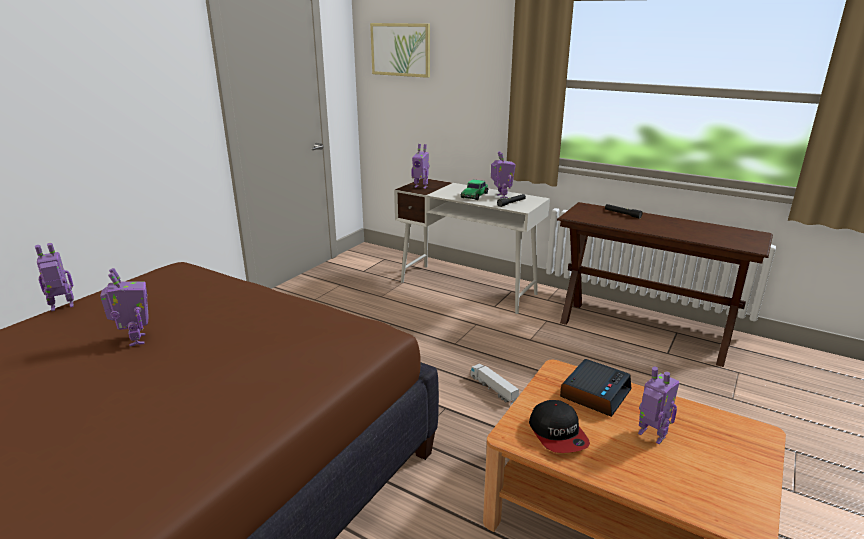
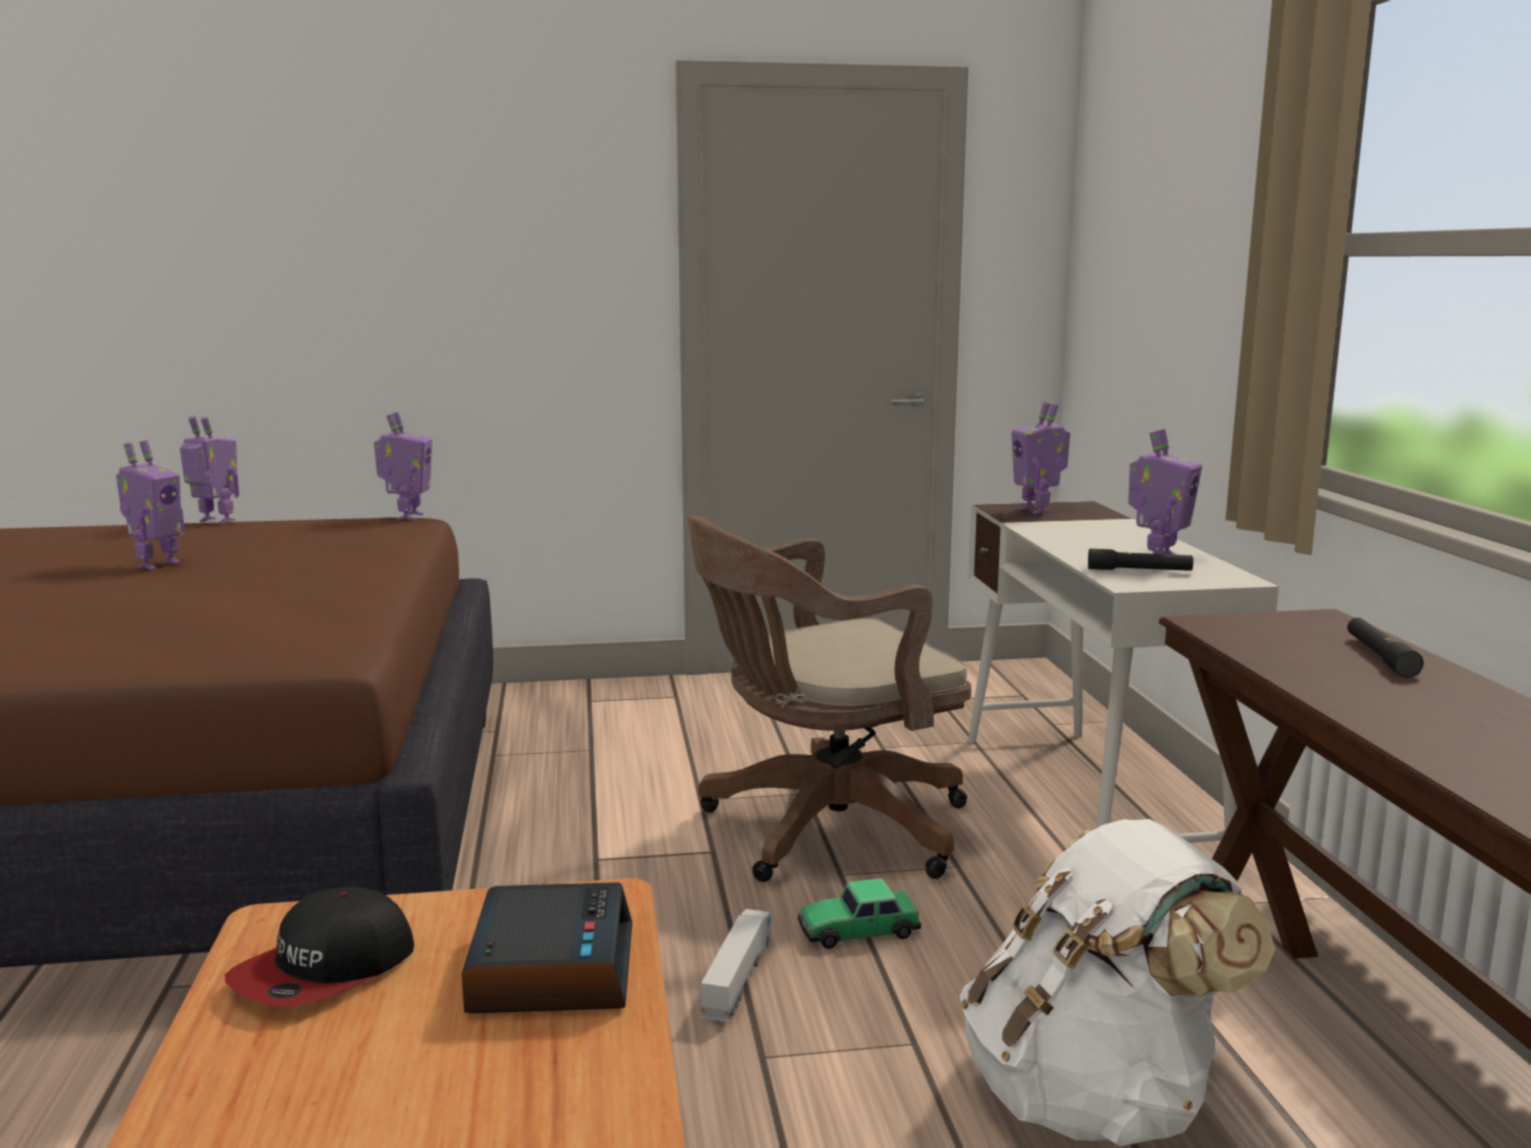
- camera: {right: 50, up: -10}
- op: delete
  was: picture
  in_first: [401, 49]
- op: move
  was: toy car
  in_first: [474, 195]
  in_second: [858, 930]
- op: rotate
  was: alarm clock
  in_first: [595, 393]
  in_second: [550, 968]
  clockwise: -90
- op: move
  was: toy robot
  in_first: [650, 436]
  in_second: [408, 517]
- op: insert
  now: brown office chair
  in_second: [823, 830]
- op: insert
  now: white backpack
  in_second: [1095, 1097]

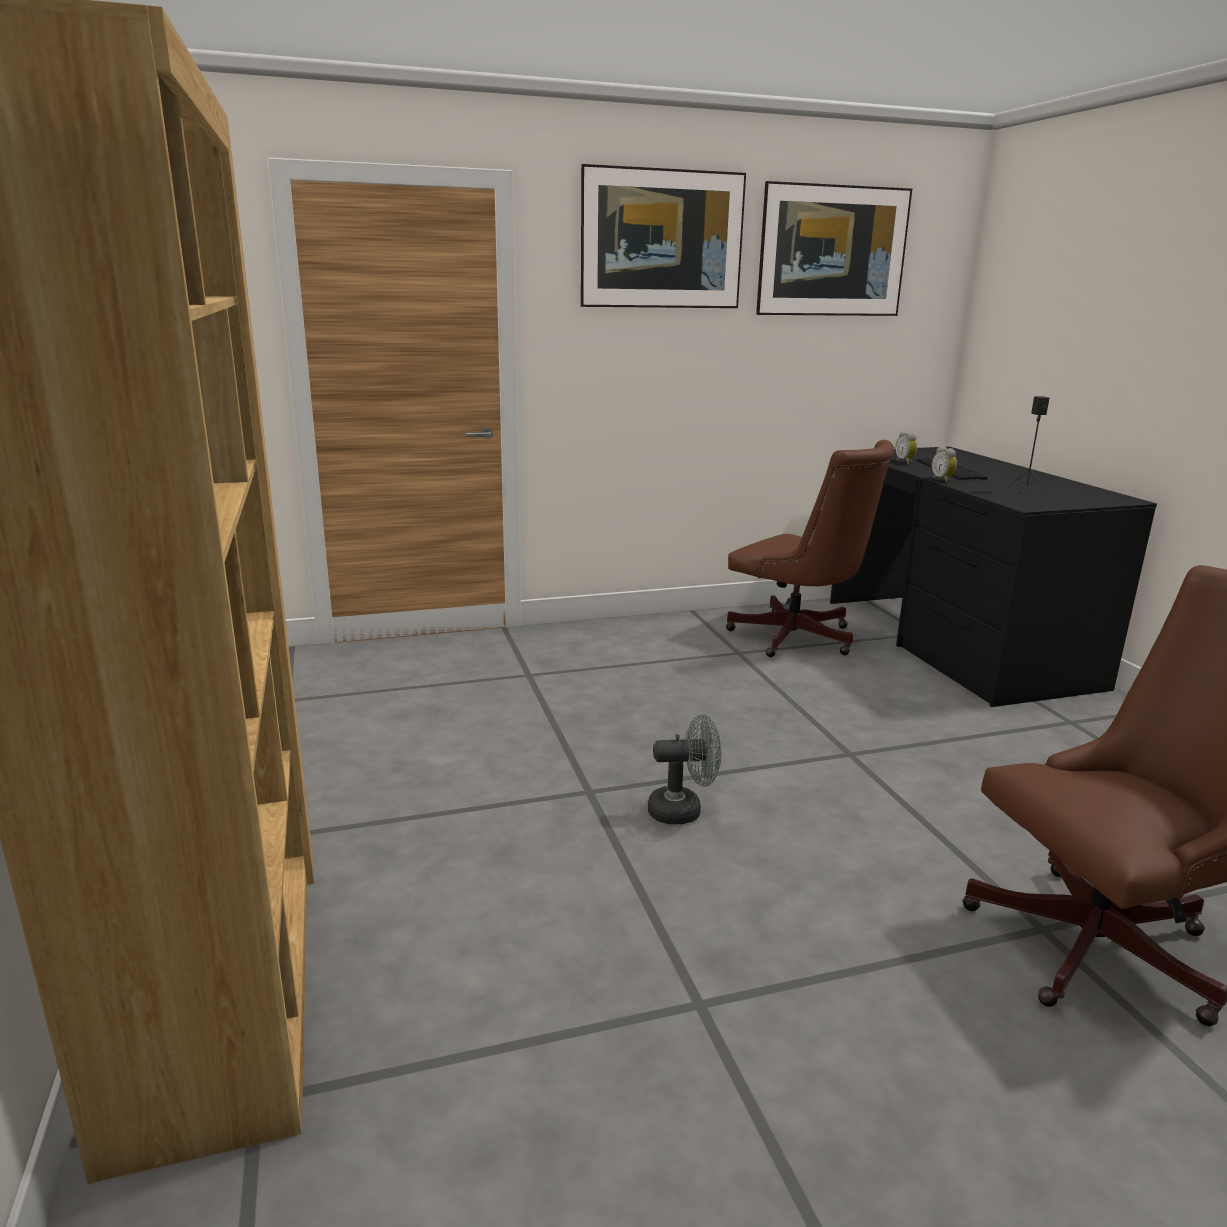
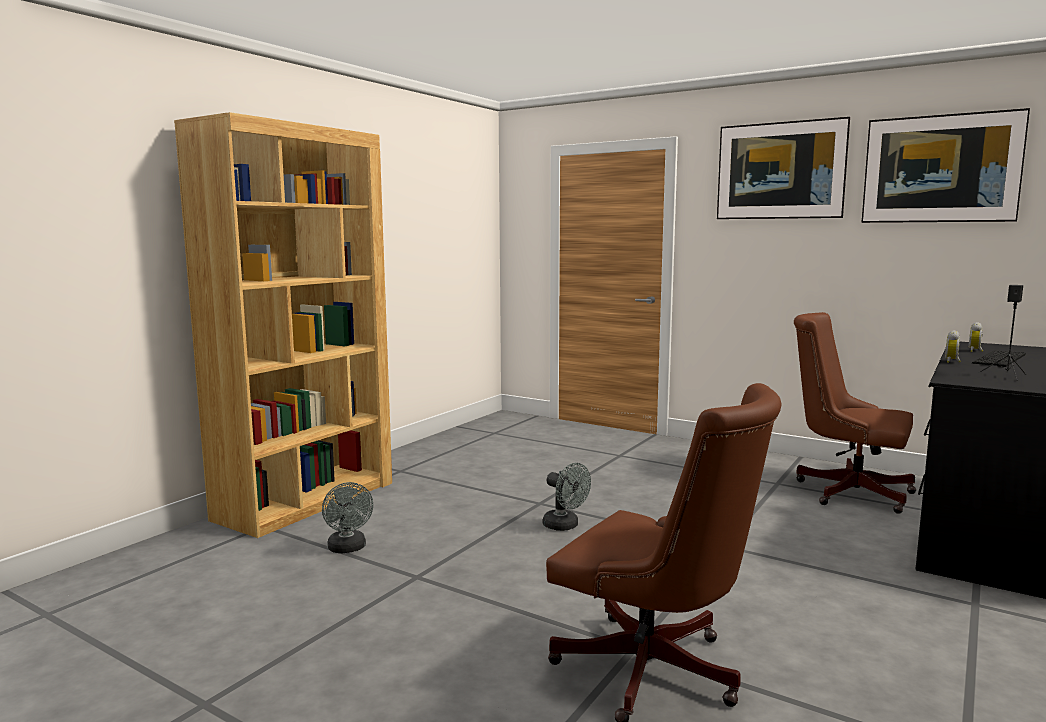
- camera: {right: 50, up: -10}
- op: rotate
  was: brown office chair
  in_first: [799, 639]
  in_second: [846, 491]
  clockwise: 120
- op: insert
  now: grey fan
  in_second: [348, 549]

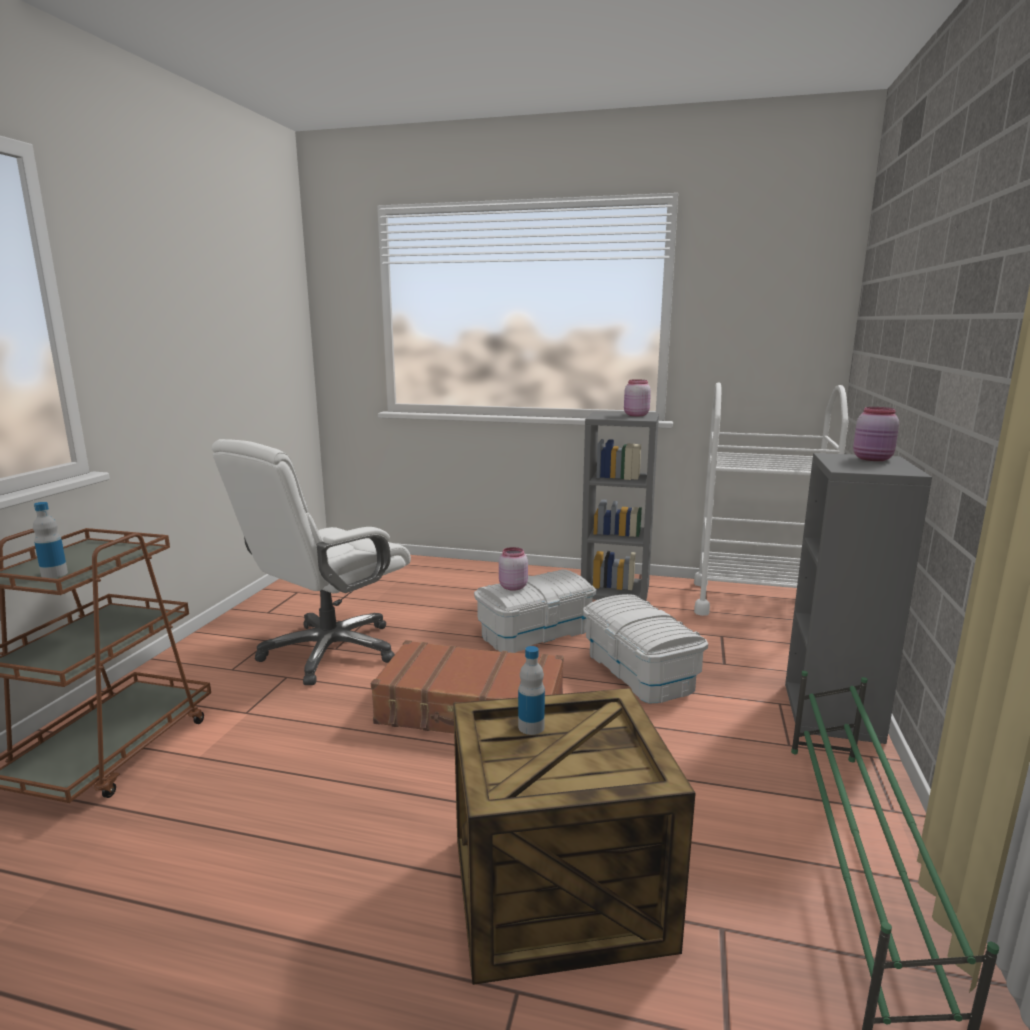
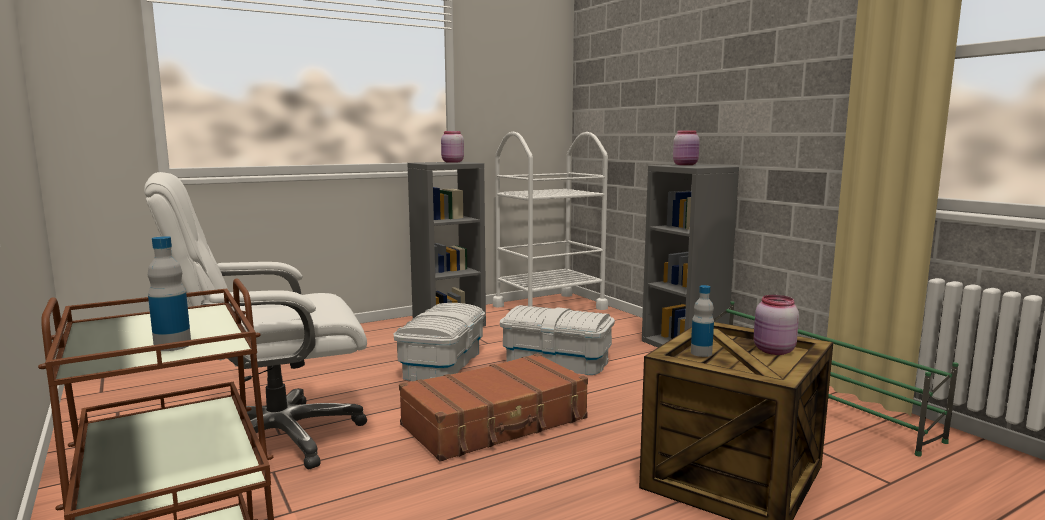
- camera: {right: -45, up: -5}
- op: rotate
  was: white office chair
  in_first: [329, 651]
  in_second: [277, 438]
  clockwise: 75
- op: move
  was: pink jar
  in_first: [512, 587]
  in_second: [773, 351]

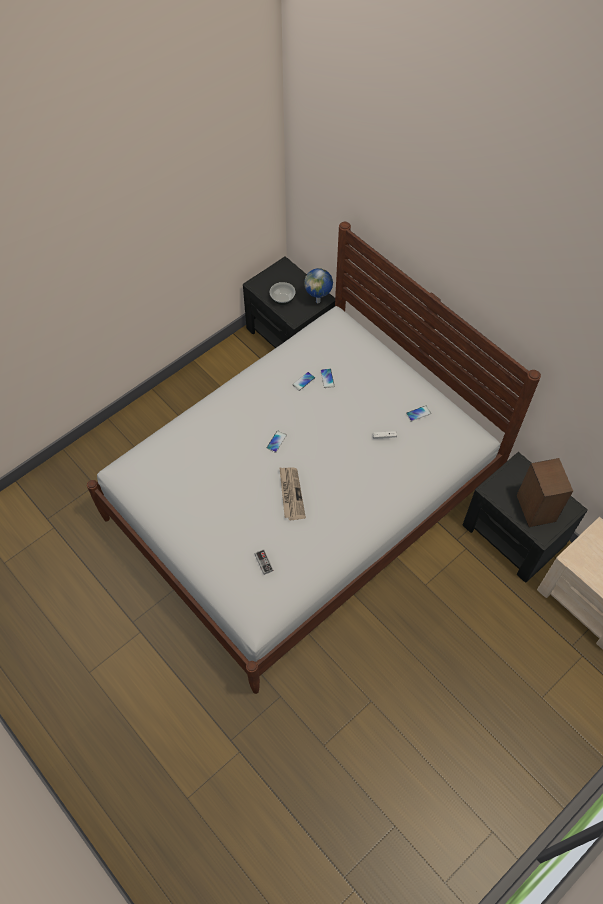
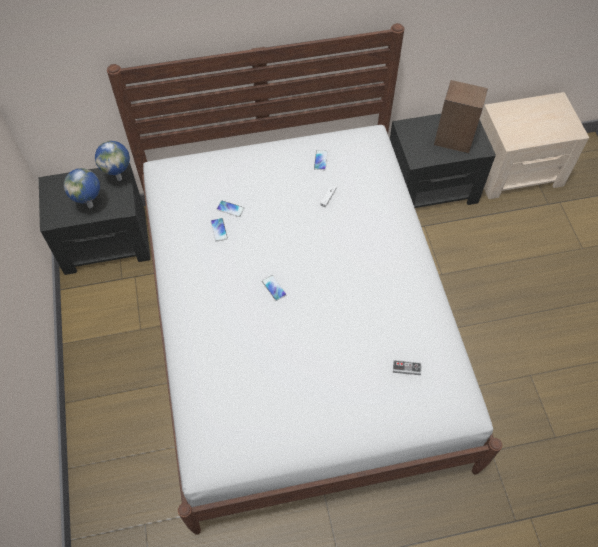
- camera: {right: -60, up: 0}
- op: replace
  was: bowl
  now: globe
  in_first: [282, 299]
  in_second: [91, 206]
- op: delete
  was: newspaper
  in_first: [291, 494]

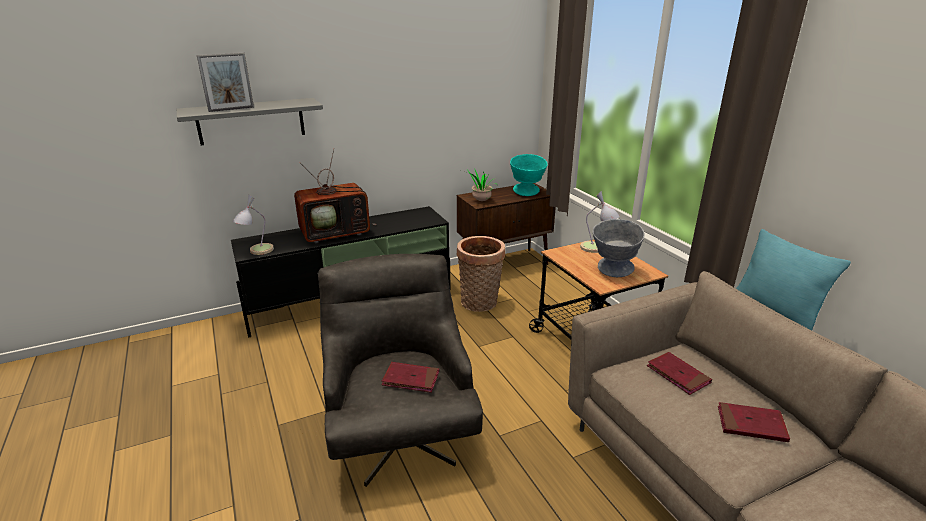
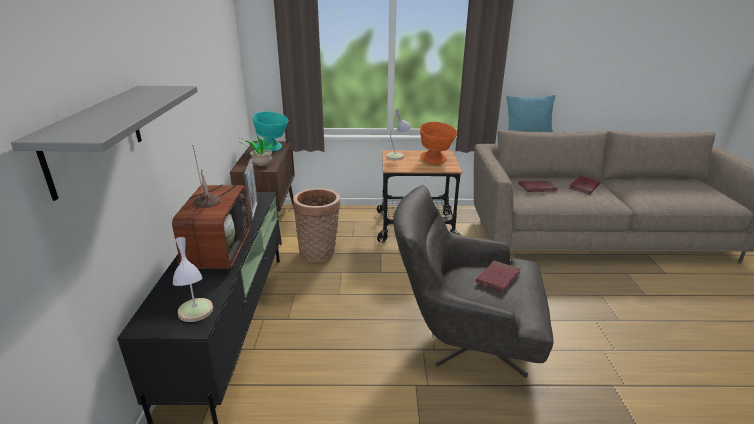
- camera: {right: -65, up: 0}
- op: move
  was: picture frame
  in_first: [231, 109]
  in_second: [254, 211]
- op: recolor
  was: grey bowl
  now: orange bowl
  in_first: [612, 272]
  in_second: [436, 161]

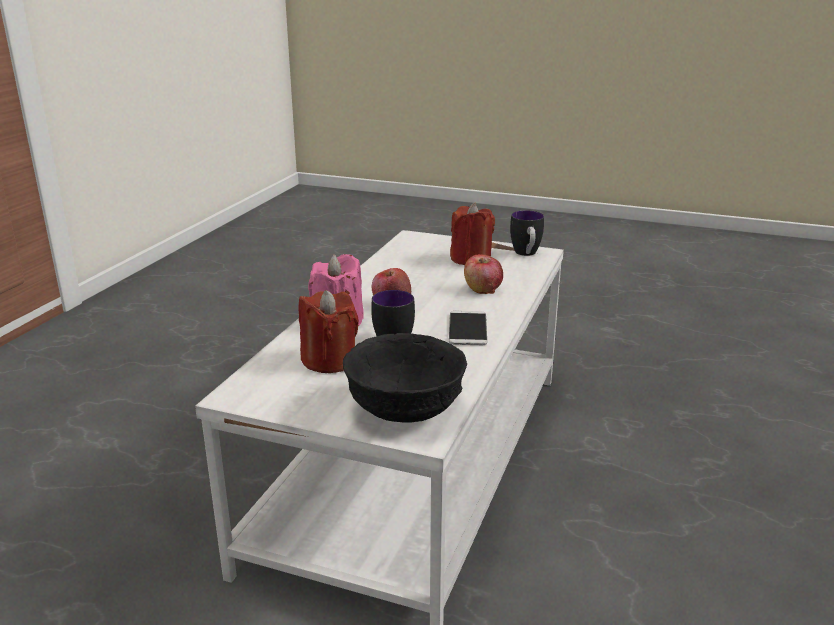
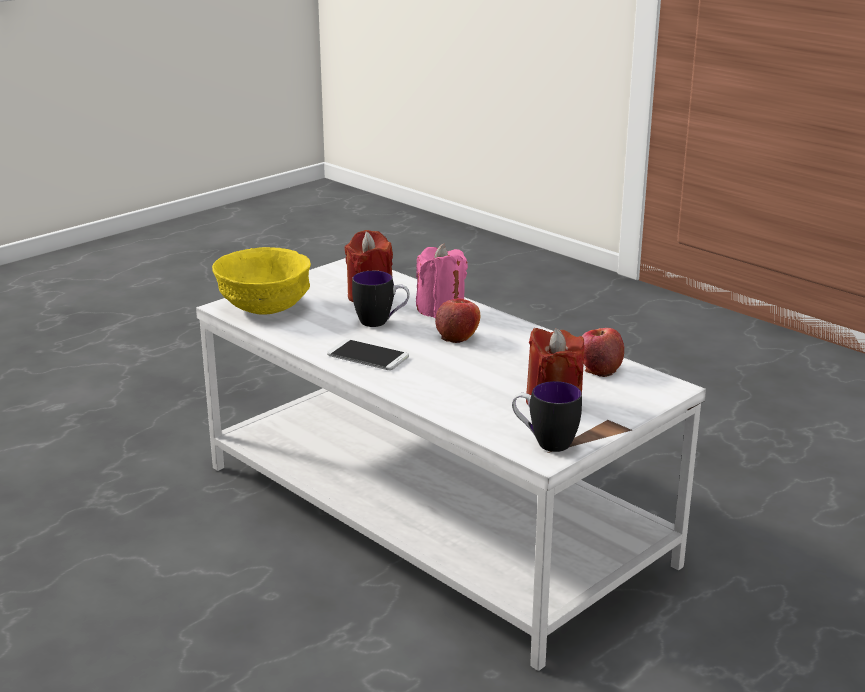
- camera: {right: 115, up: 0}
- op: move
  was: apple
  in_first: [482, 289]
  in_second: [599, 368]
- op: recolor
  was: black bowl
  now: yellow bowl
  in_first: [403, 410]
  in_second: [265, 306]

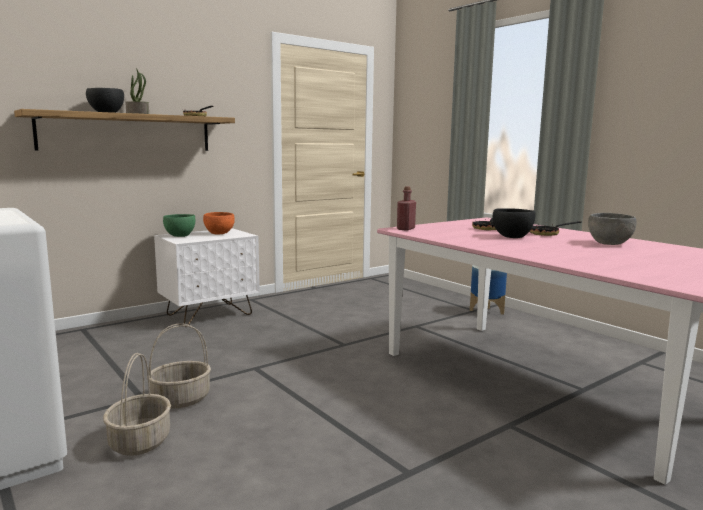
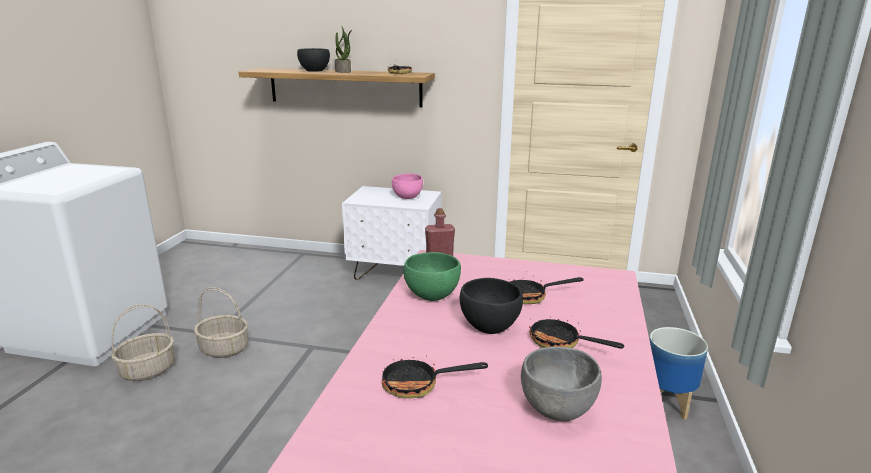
- camera: {right: 50, up: 10}
- op: recolor
  was: orange bowl
  now: pink bowl
  in_first: [219, 233]
  in_second: [407, 197]
- op: move
  was: green bowl
  in_first: [180, 236]
  in_second: [432, 295]
- op: insert
  now: frying pan
  in_second: [419, 385]

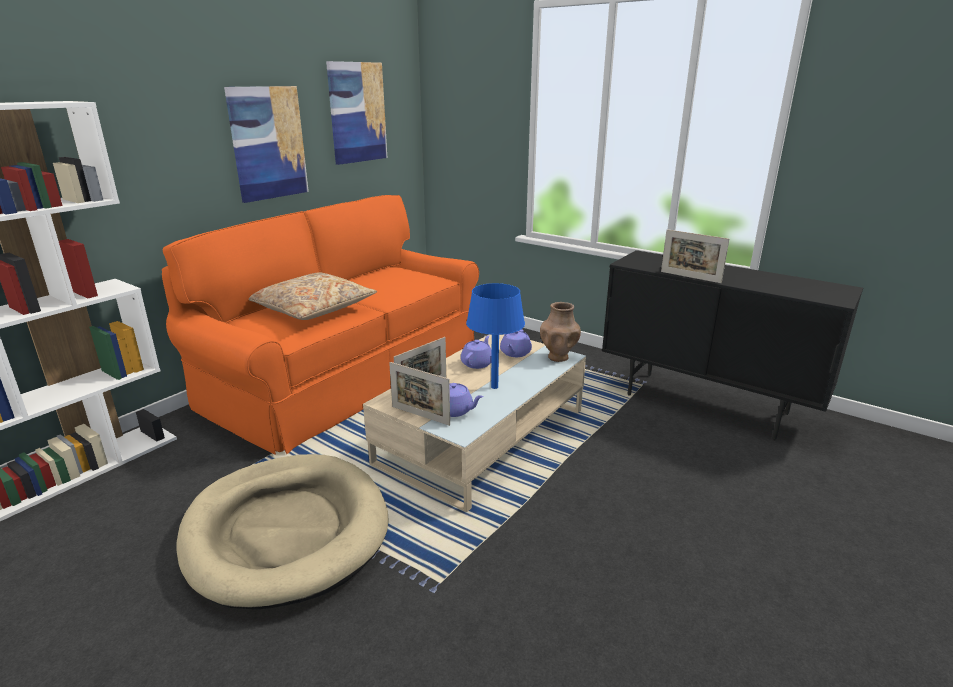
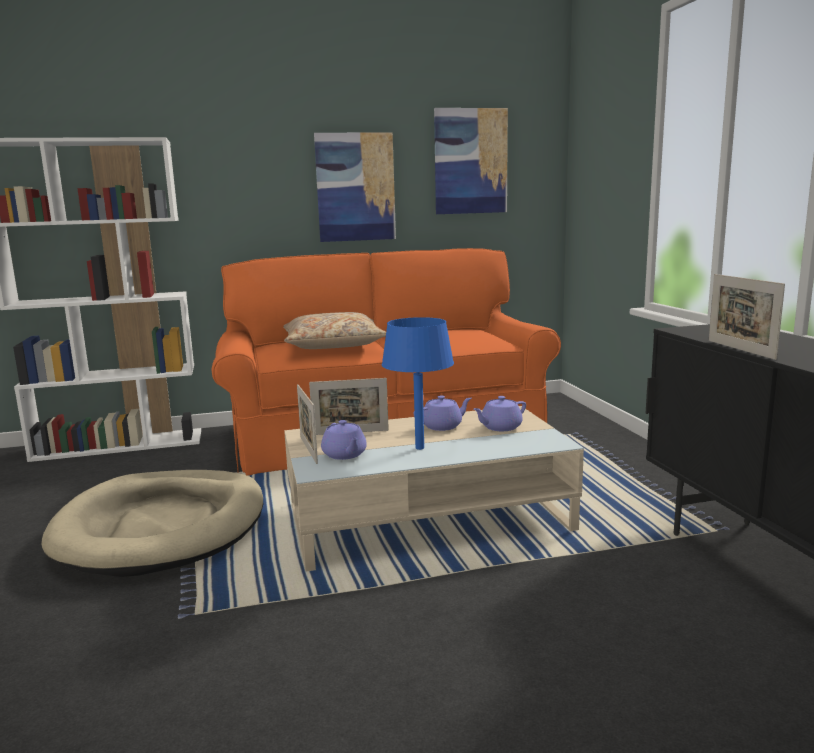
- camera: {right: 40, up: -10}
- op: delete
  was: brown vase
  in_first: [558, 357]

